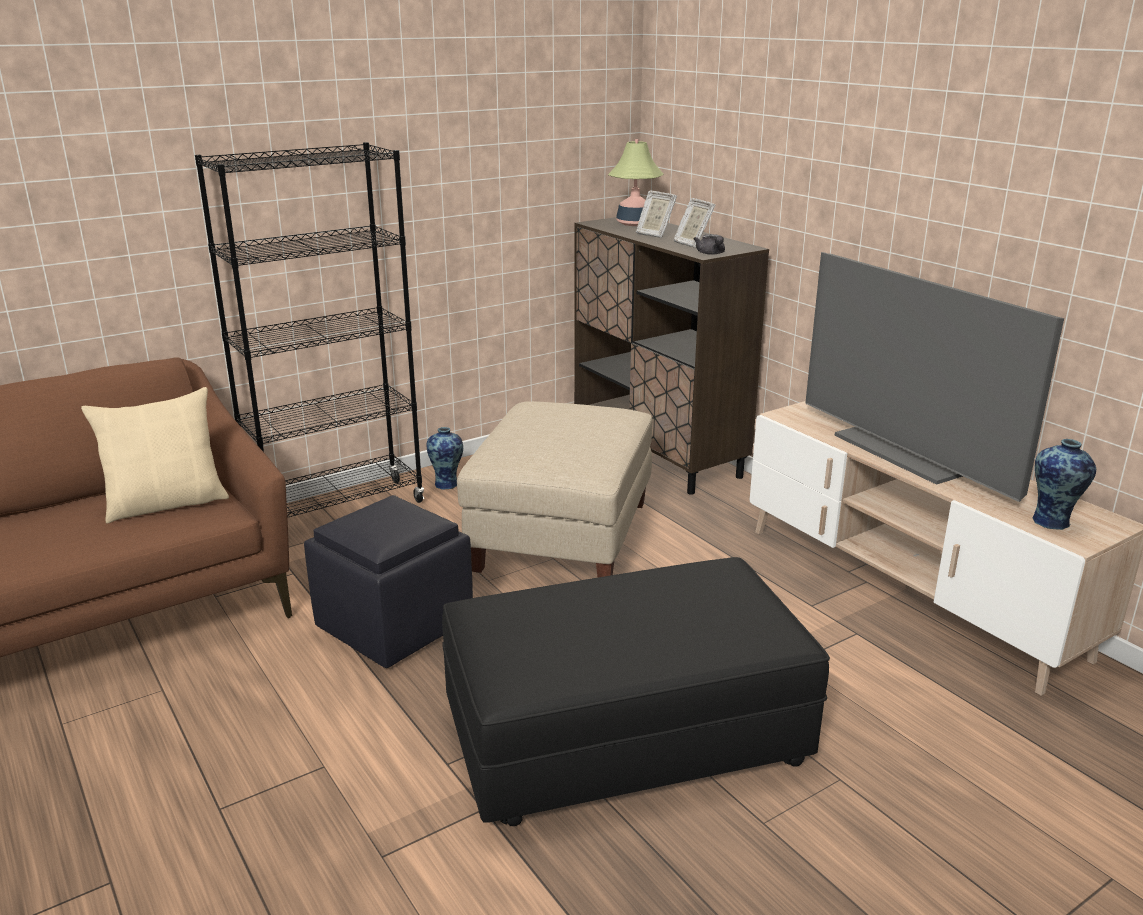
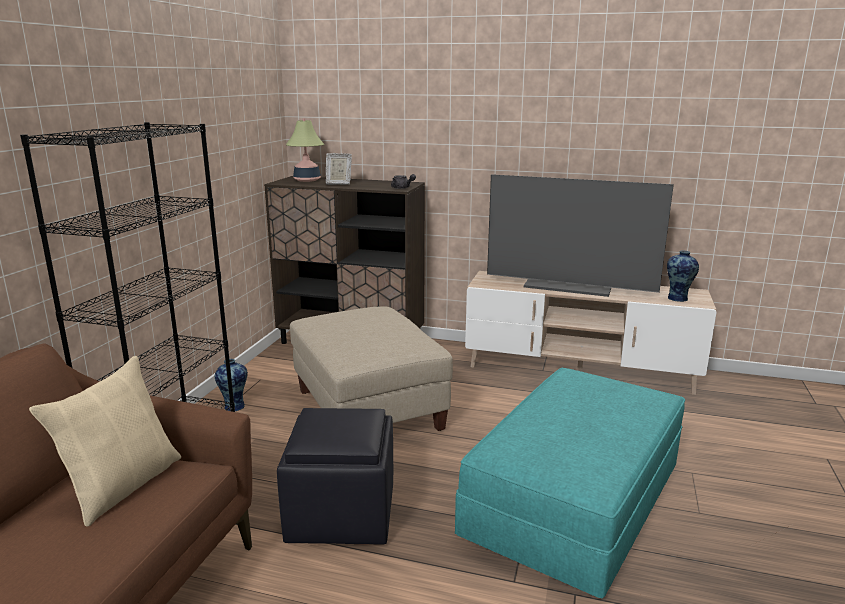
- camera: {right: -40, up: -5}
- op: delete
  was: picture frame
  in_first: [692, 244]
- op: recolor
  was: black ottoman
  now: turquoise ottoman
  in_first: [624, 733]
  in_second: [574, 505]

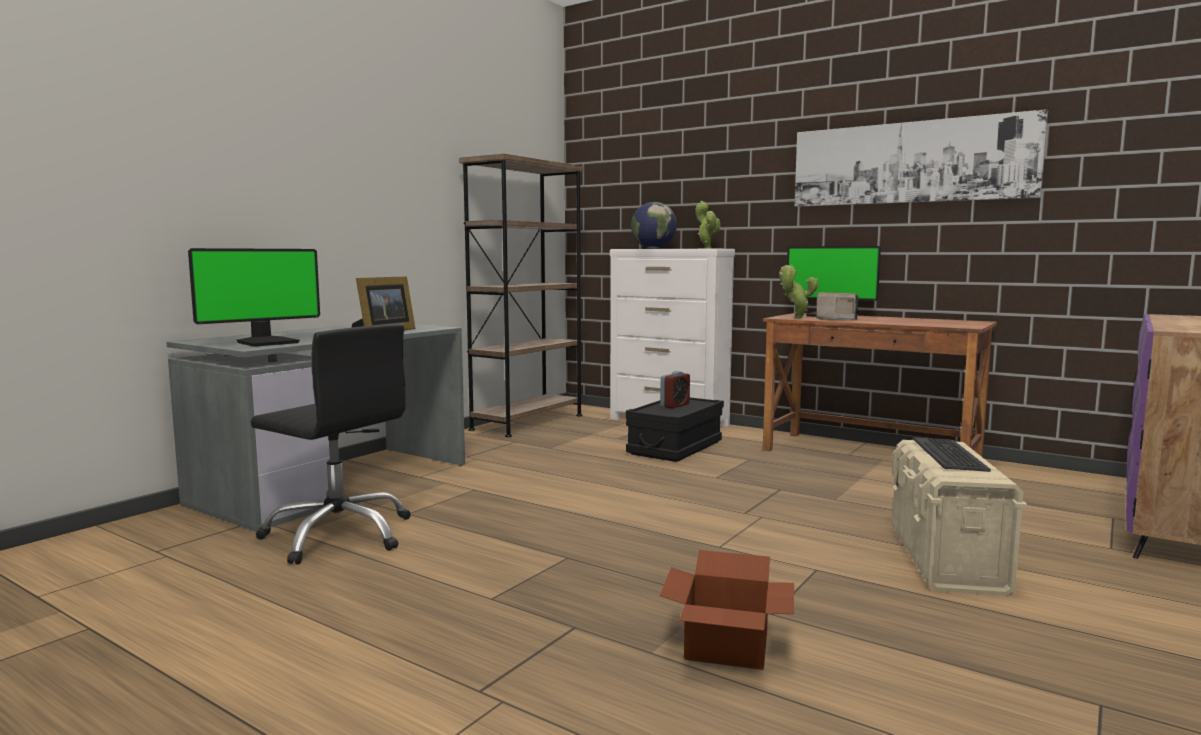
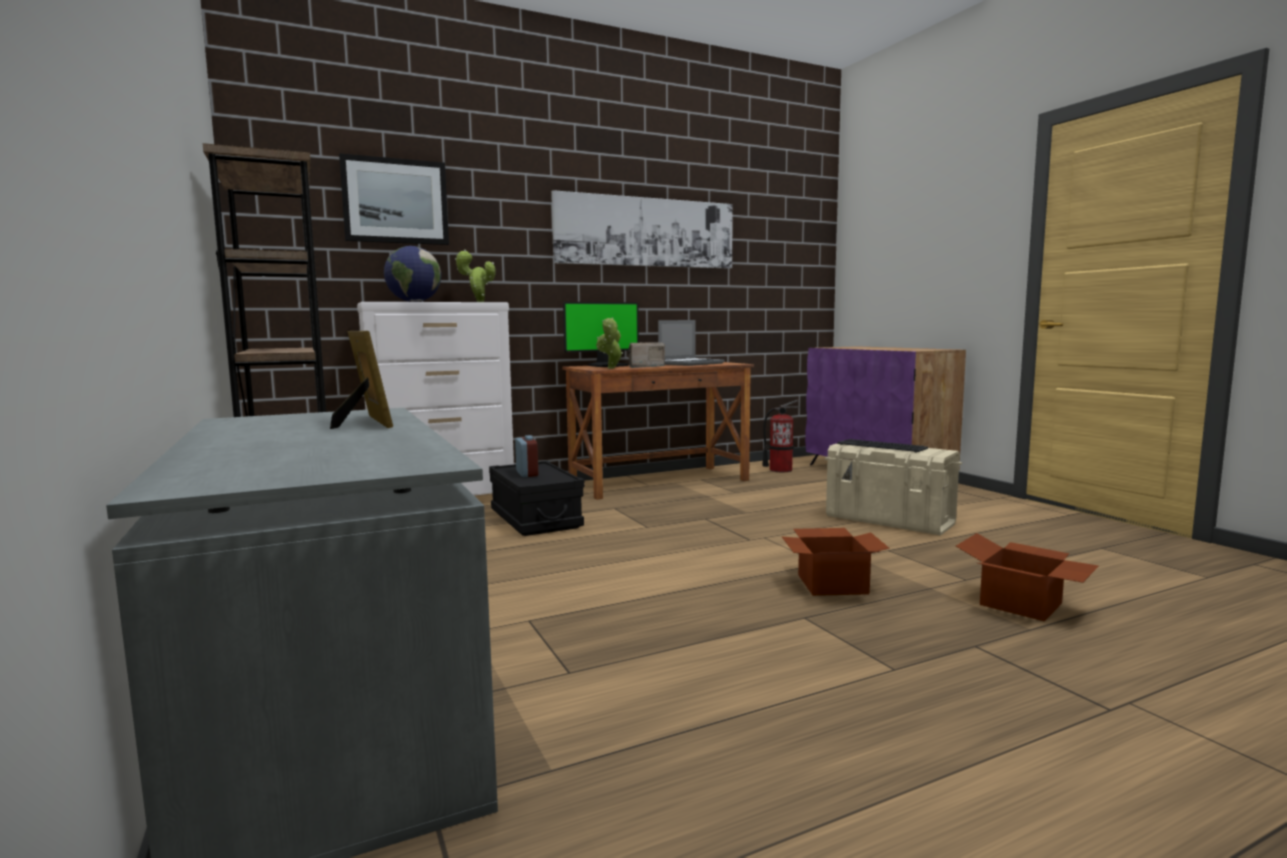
- camera: {right: -60, up: 0}
- op: delete
  was: monitor
  in_first: [267, 342]
- op: delete
  was: black office chair
  in_first: [339, 535]
- op: insert
  now: picture
  in_second: [395, 201]
- op: insert
  now: laptop
  in_second: [691, 364]
- op: insert
  now: fire extinguisher
  in_second: [780, 470]
- op: insert
  now: cardboard box
  in_second: [833, 584]

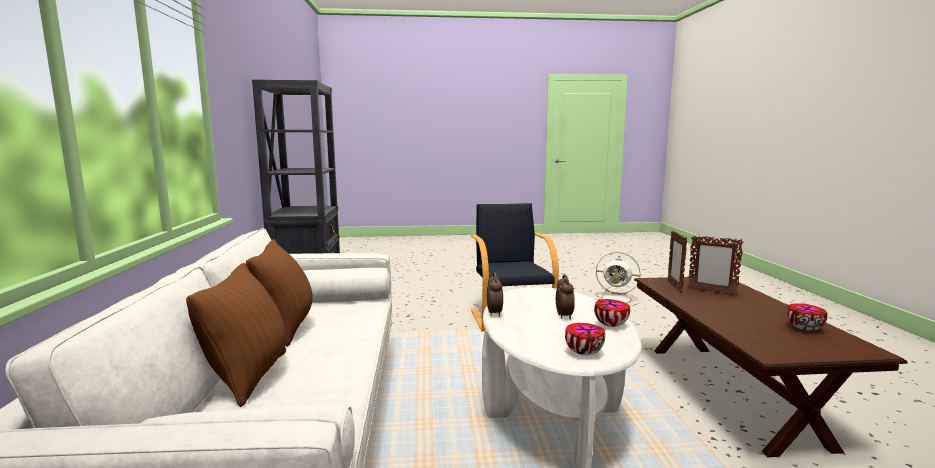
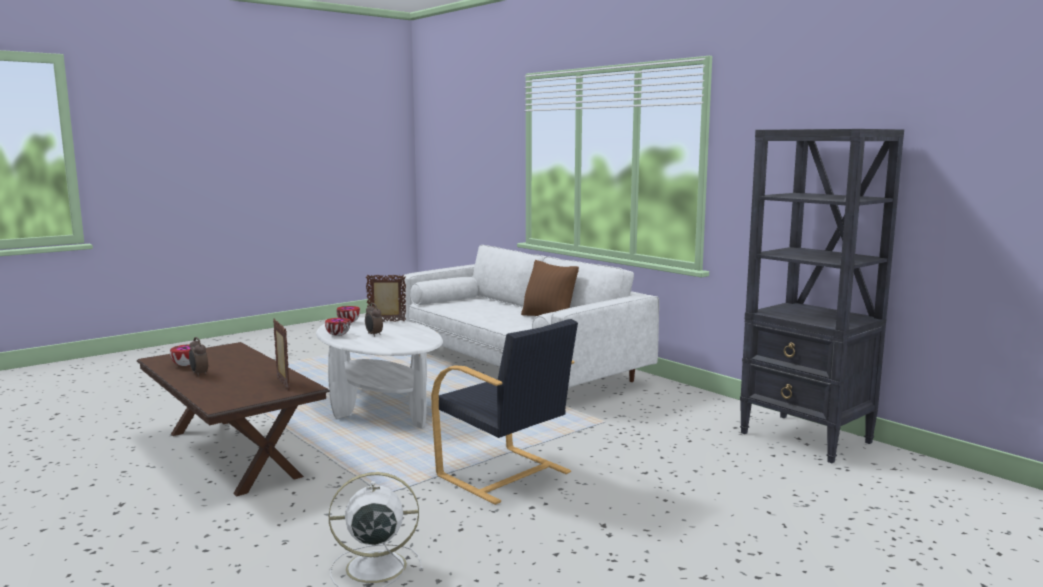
- camera: {right: 145, up: 0}
- op: move
  was: picture frame
  in_first: [711, 292]
  in_second: [387, 322]
- op: delete
  was: brown pillow
  in_first: [249, 377]
- op: move
  was: alarm clock
  in_first: [495, 313]
  in_second: [199, 374]

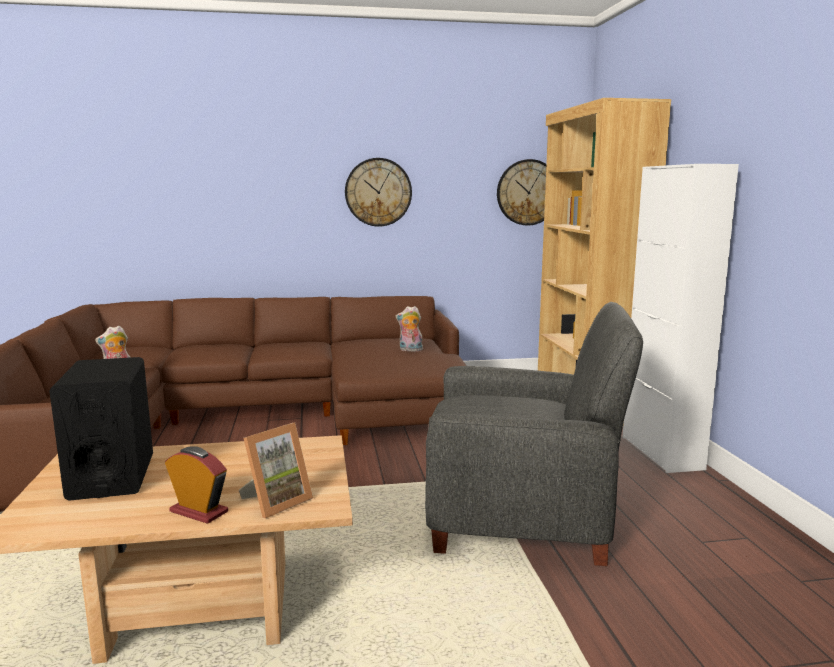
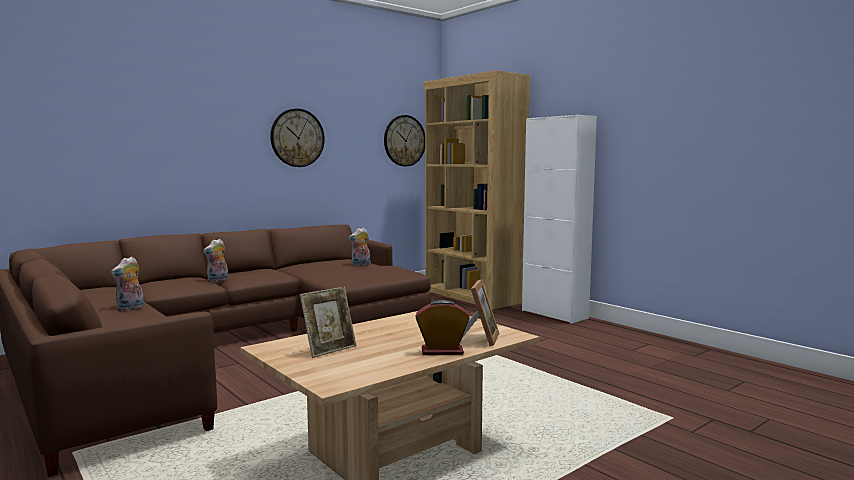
- camera: {right: -30, up: -5}
- op: delete
  was: grey armchair
  in_first: [521, 516]
- op: replace
  was: black speaker
  now: picture frame
  in_first: [112, 477]
  in_second: [329, 349]
- op: insert
  now: plush toy
  in_second: [218, 280]

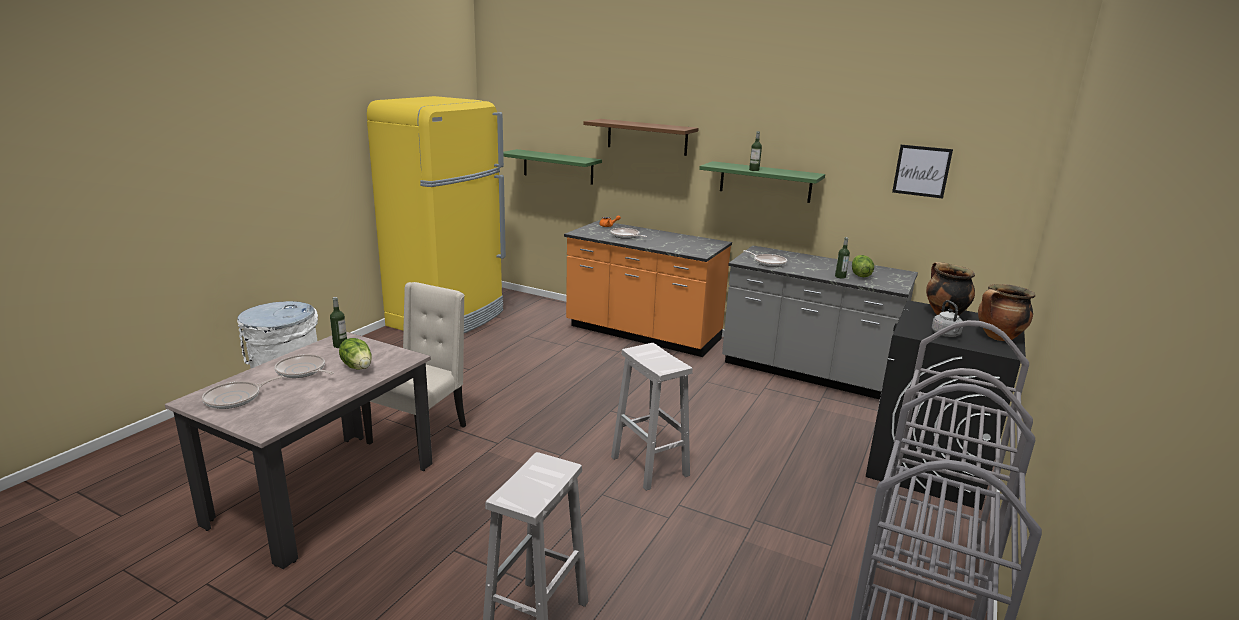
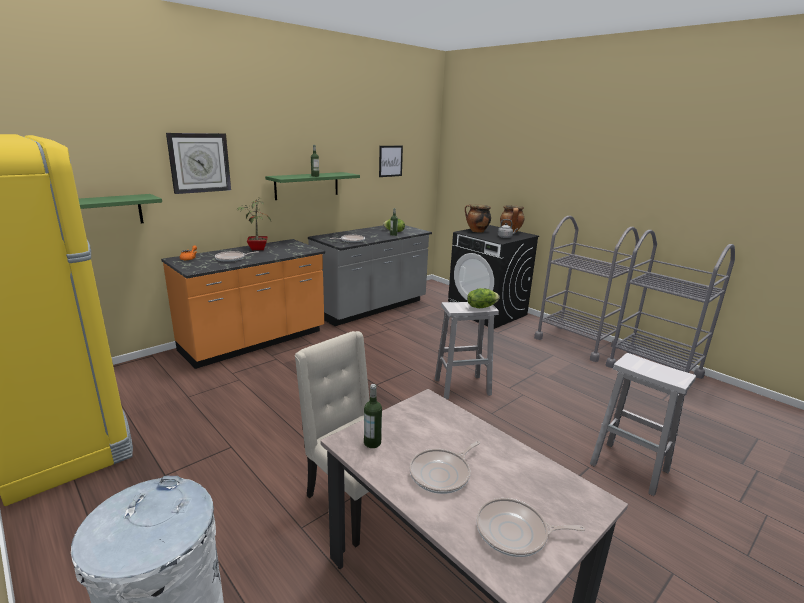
- camera: {right: -70, up: 0}
- op: replace
  was: brown shelf
  now: wall clock
  in_first: [647, 137]
  in_second: [199, 163]
- op: move
  was: lettuce
  in_first: [358, 366]
  in_second: [481, 307]
- op: rotate
  was: frying pan
  in_first: [236, 398]
  in_second: [515, 532]
  clockwise: 120
- op: insert
  now: potted plant
  in_second: [257, 249]

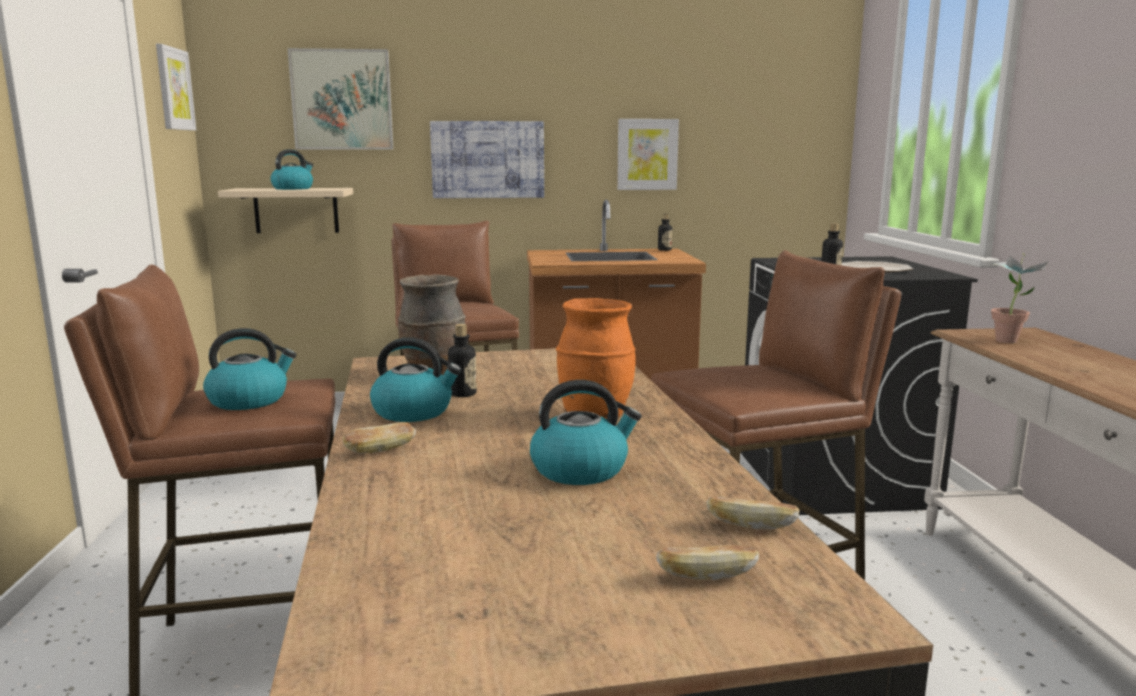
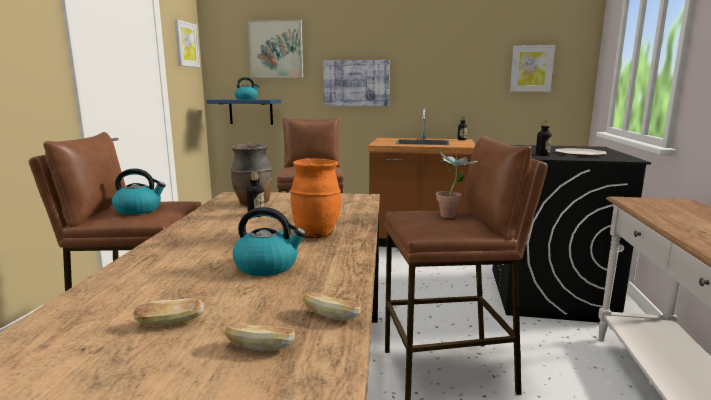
- camera: {right: 15, up: 0}
- op: move
  was: picture
  in_first: [647, 154]
  in_second: [531, 68]
- op: recolor
  was: beige shelf
  now: blue shelf
  in_first: [296, 210]
  in_second: [251, 111]
- op: move
  was: potted plant
  in_first: [1010, 339]
  in_second: [453, 215]
- op: delete
  was: kettle
  in_first: [414, 412]
- op: move
  was: bread
  in_first: [380, 451]
  in_second: [170, 323]

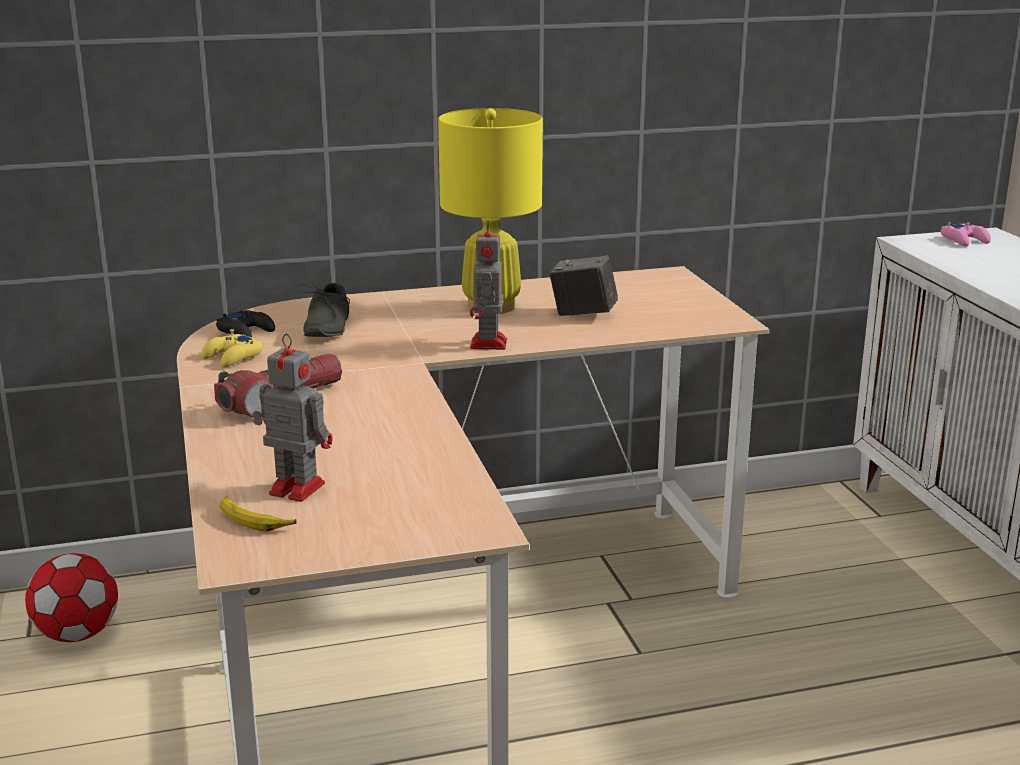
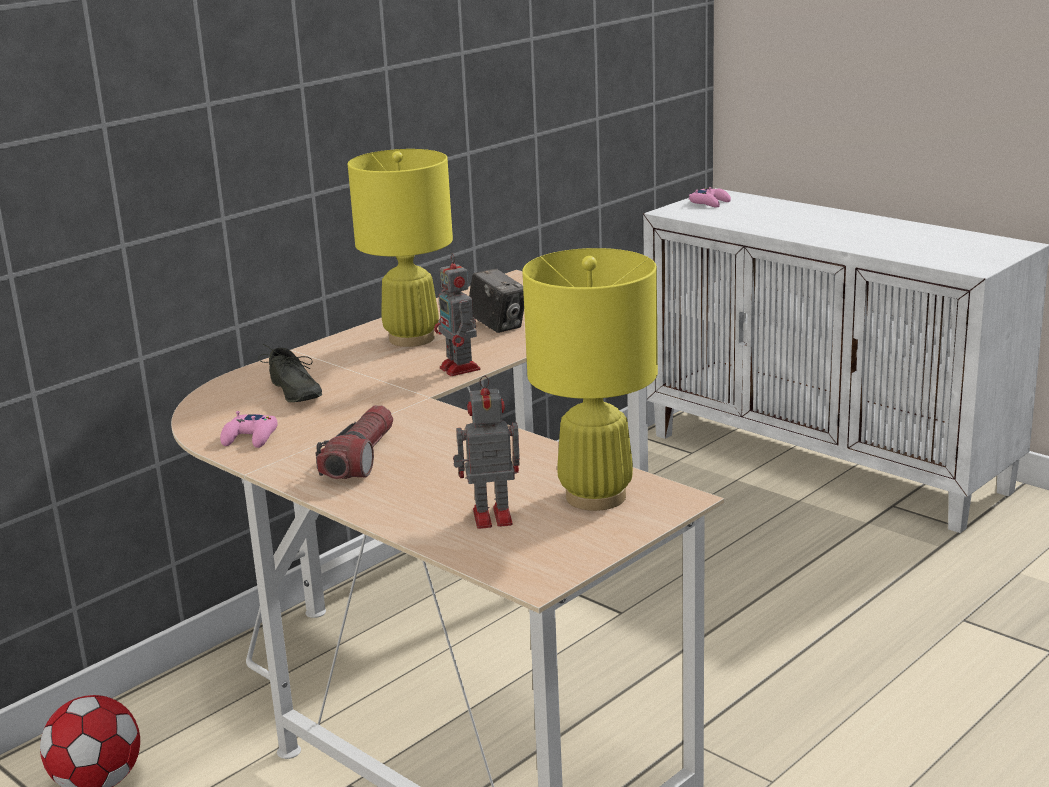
- camera: {right: -30, up: 0}
- op: rotate
  was: photo camera
  in_first: [583, 314]
  in_second: [498, 326]
  clockwise: -120
- op: delete
  was: black game controller
  in_first: [246, 332]
- op: recolor
  was: yellow game controller
  now: pink game controller
  in_first: [232, 357]
  in_second: [251, 438]
- op: delete
  was: banana
  in_first: [254, 520]
- op: insert
  now: yellow table lamp
  in_second: [595, 496]

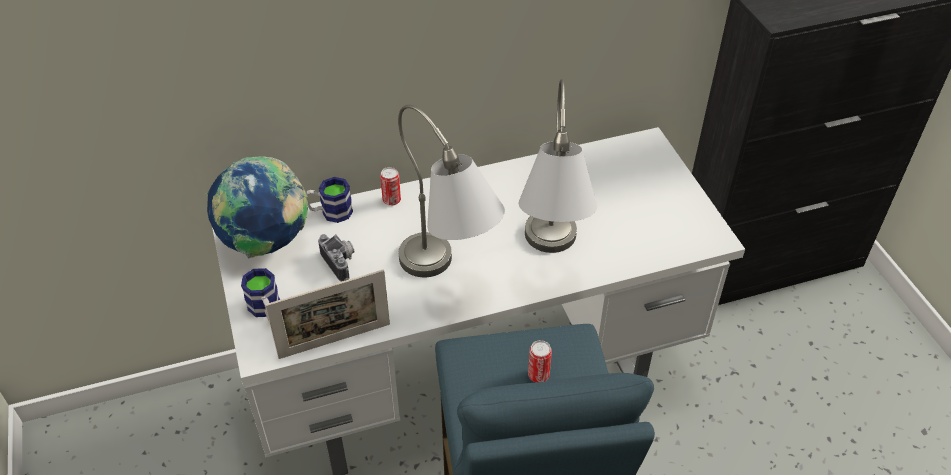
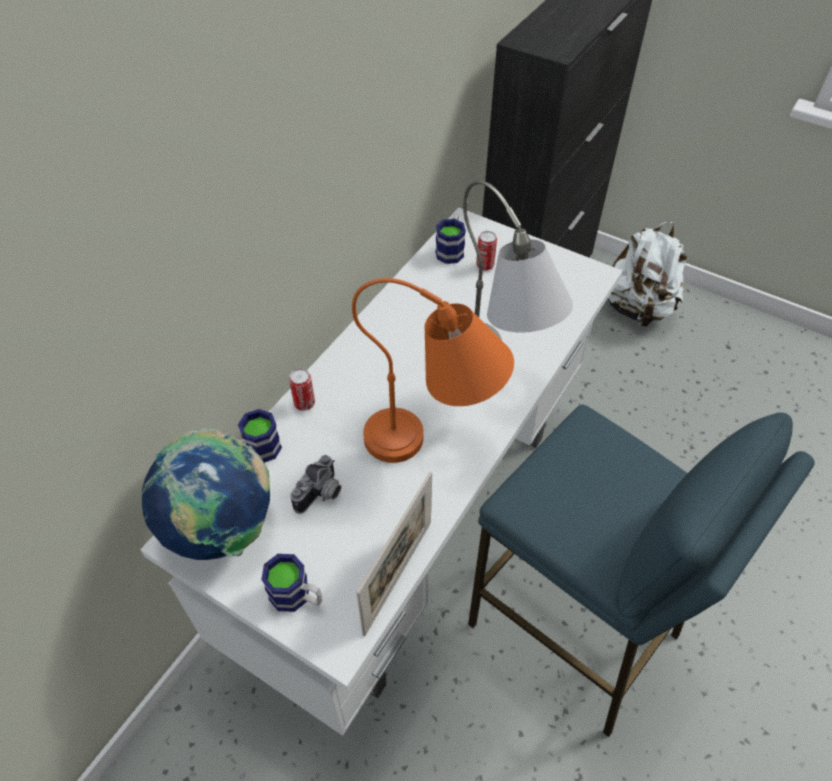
- camera: {right: -40, up: 5}
- op: recolor
  was: grey table lamp
  now: orange table lamp
  in_first: [449, 278]
  in_second: [435, 443]
- op: rotate
  was: photo camera
  in_first: [341, 262]
  in_second: [321, 495]
  clockwise: 105
- op: move
  was: can
  in_first: [538, 375]
  in_second: [485, 265]
- op: insert
  now: mug
  in_second: [451, 249]
- op: insert
  now: white backpack
  in_second: [637, 308]

